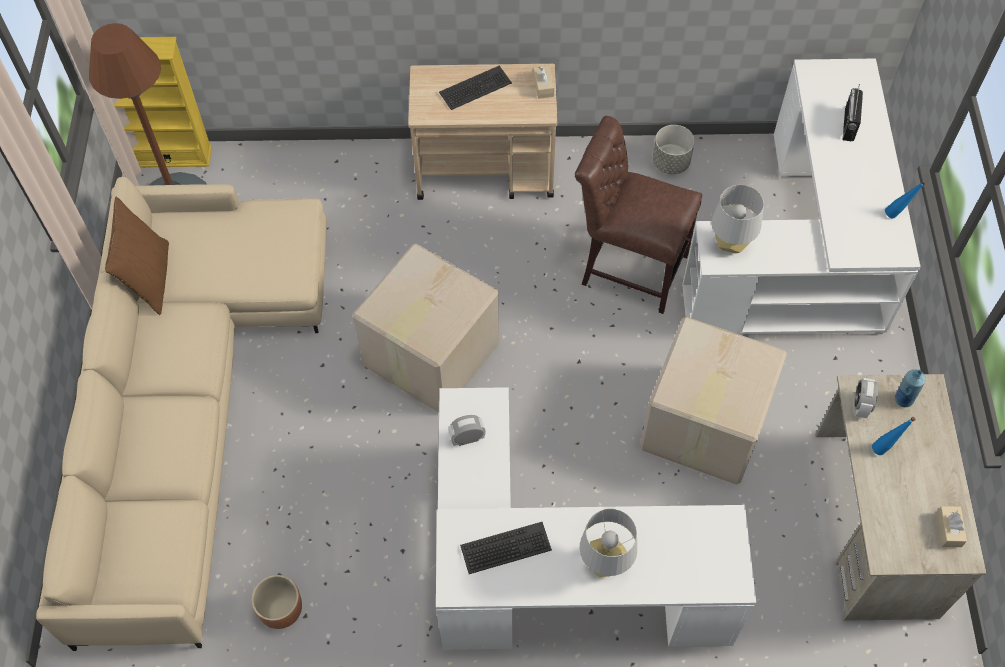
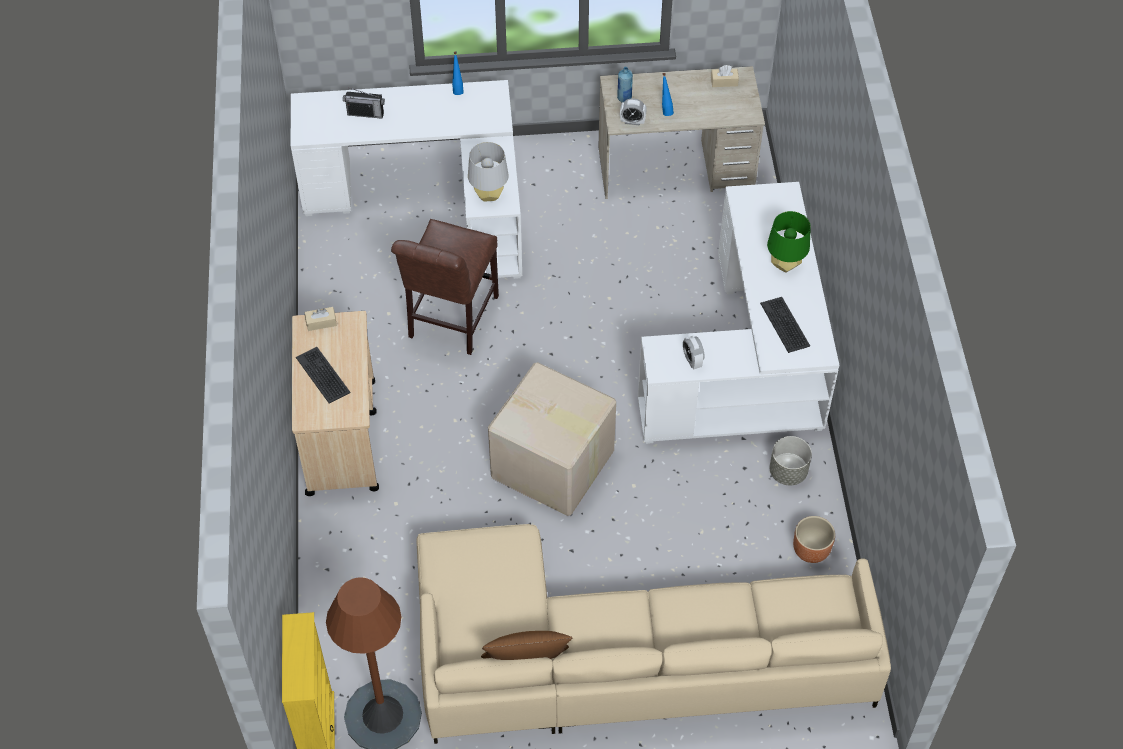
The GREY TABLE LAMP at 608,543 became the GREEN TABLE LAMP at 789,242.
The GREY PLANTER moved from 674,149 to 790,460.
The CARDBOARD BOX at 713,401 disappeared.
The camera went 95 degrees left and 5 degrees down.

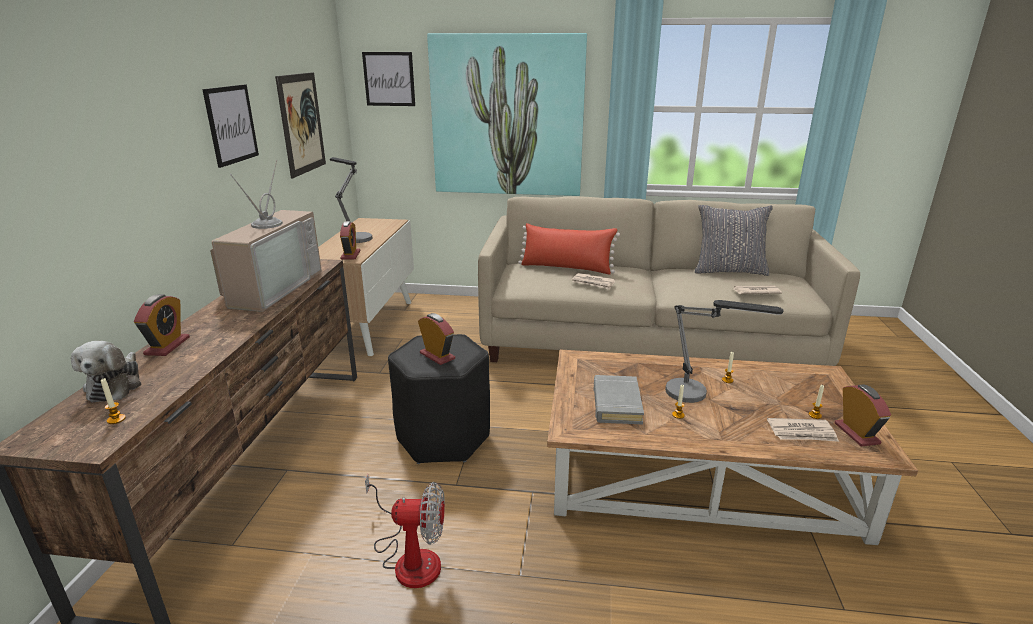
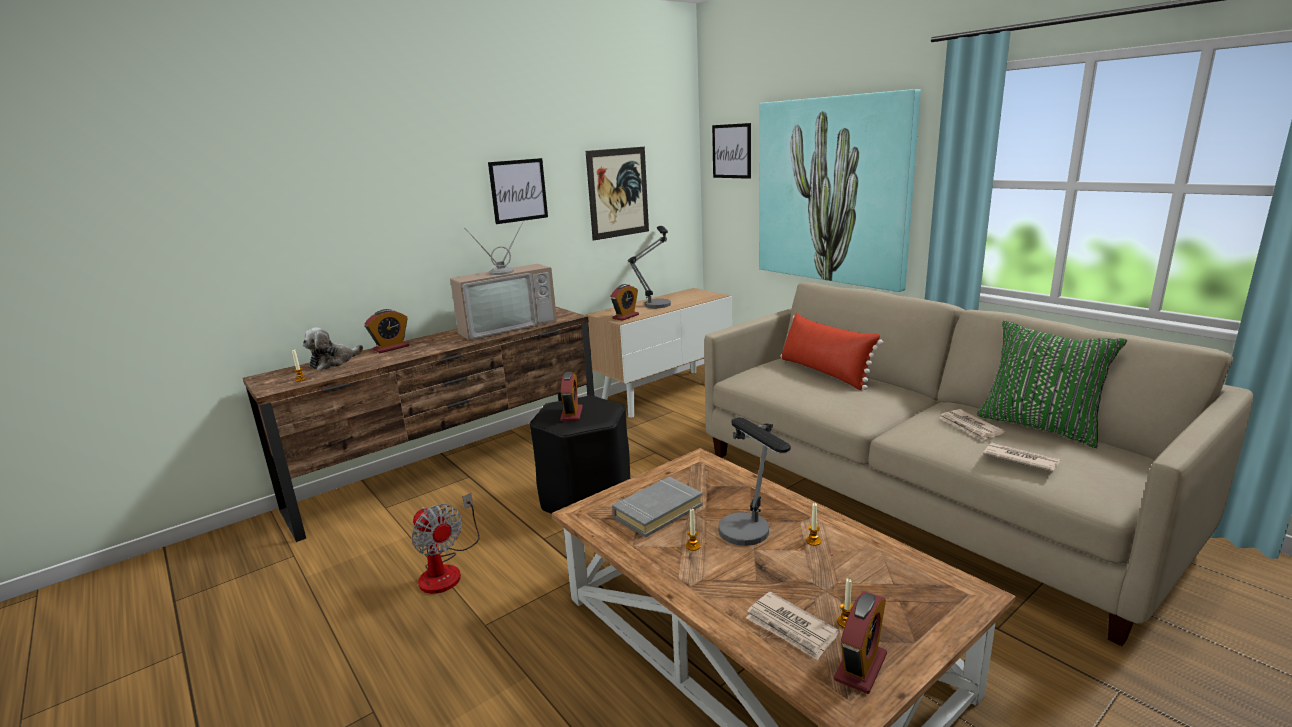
The NEWSPAPER moved from 593,281 to 972,425.
The GREY PILLOW at 734,240 became the GREEN PILLOW at 1052,384.
The camera went 45 degrees right and 5 degrees down.

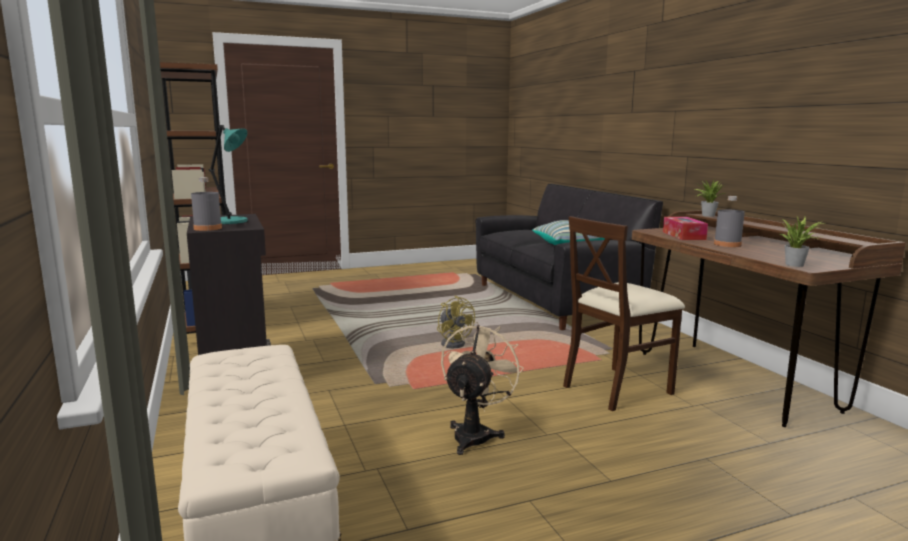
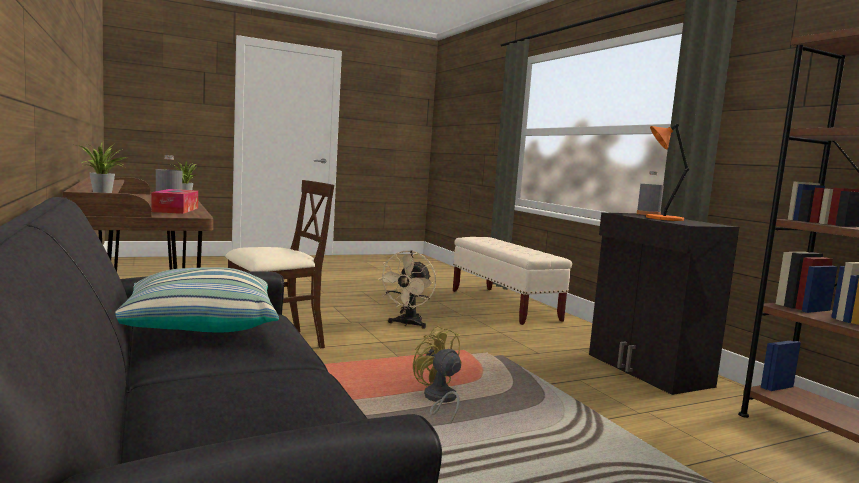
The TURQUOISE TABLE LAMP at 228,174 became the ORANGE TABLE LAMP at 667,172.
The camera went 175 degrees right and 5 degrees down.

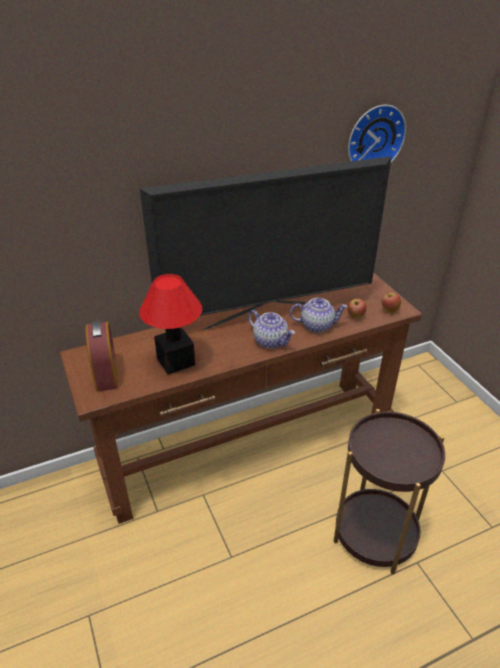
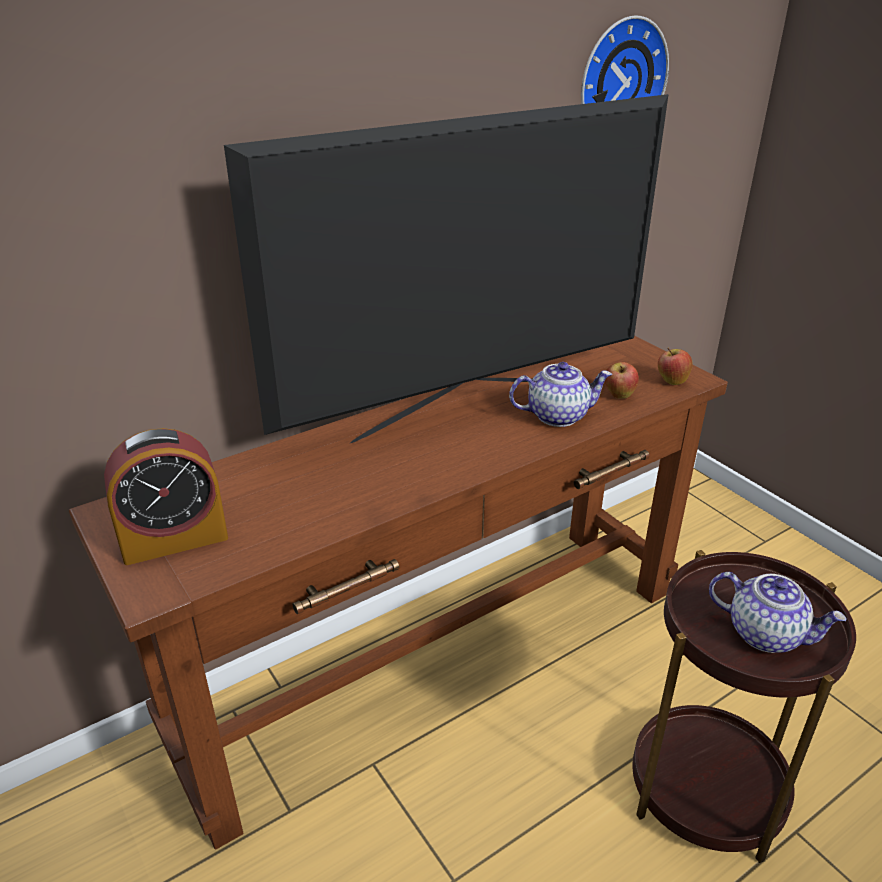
The ALARM CLOCK at 101,356 turned 90 degrees clockwise.
The TEAPOT moved from 271,329 to 778,612.
The TABLE LAMP at 170,324 disappeared.
The camera went 10 degrees left and 5 degrees down.

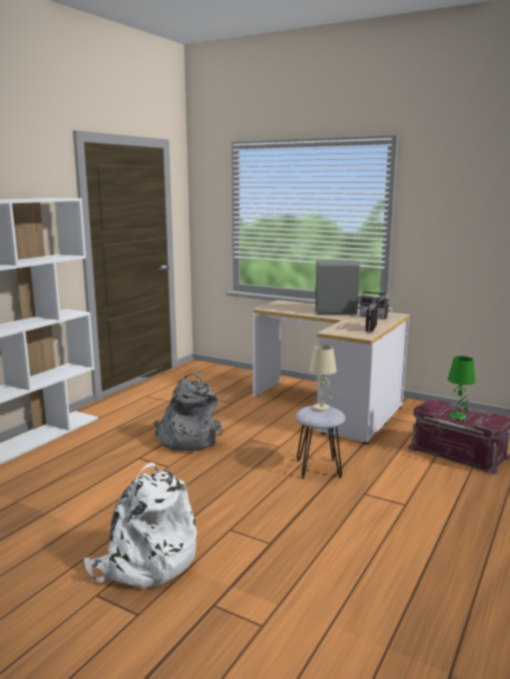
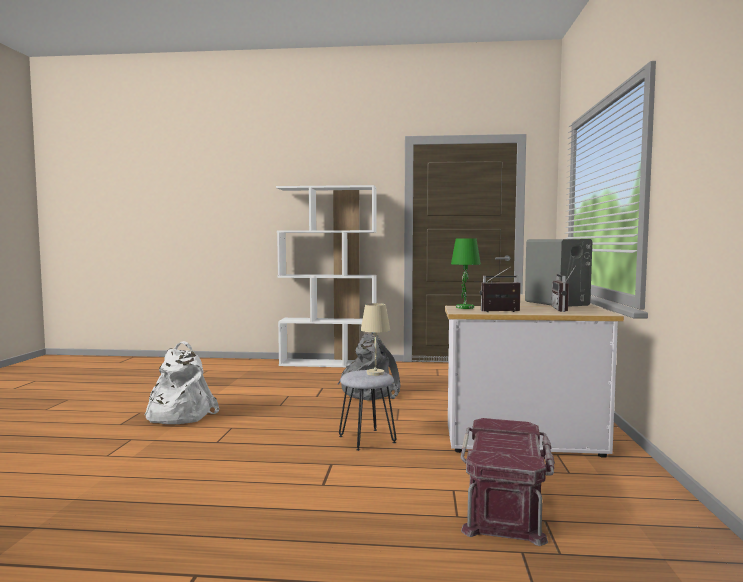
The GREEN TABLE LAMP moved from 461,388 to 466,273.
The camera went 65 degrees right and 10 degrees down.

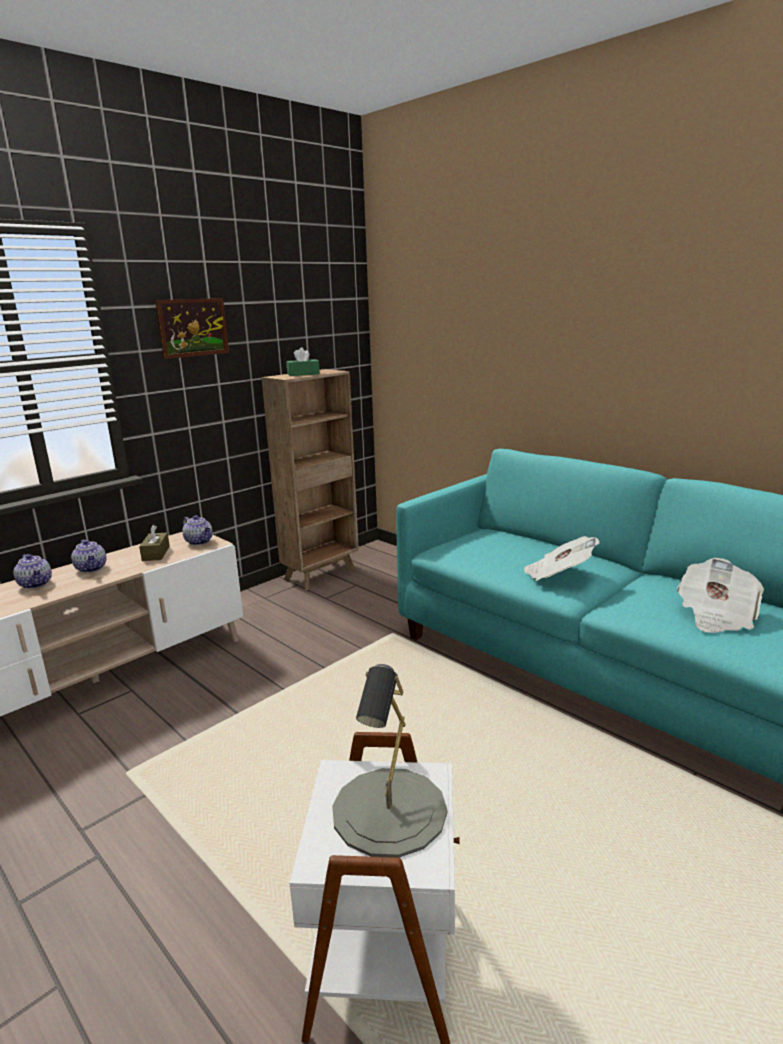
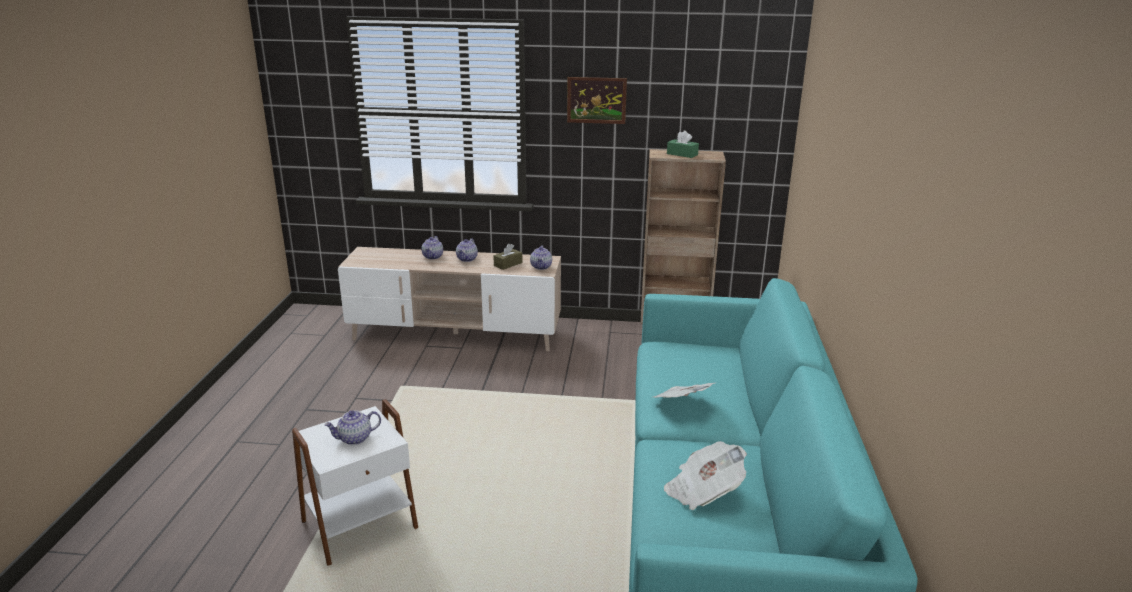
The GREY TABLE LAMP at 389,761 was replaced by the TEAPOT at 352,427.
The camera went 50 degrees right and 5 degrees up.

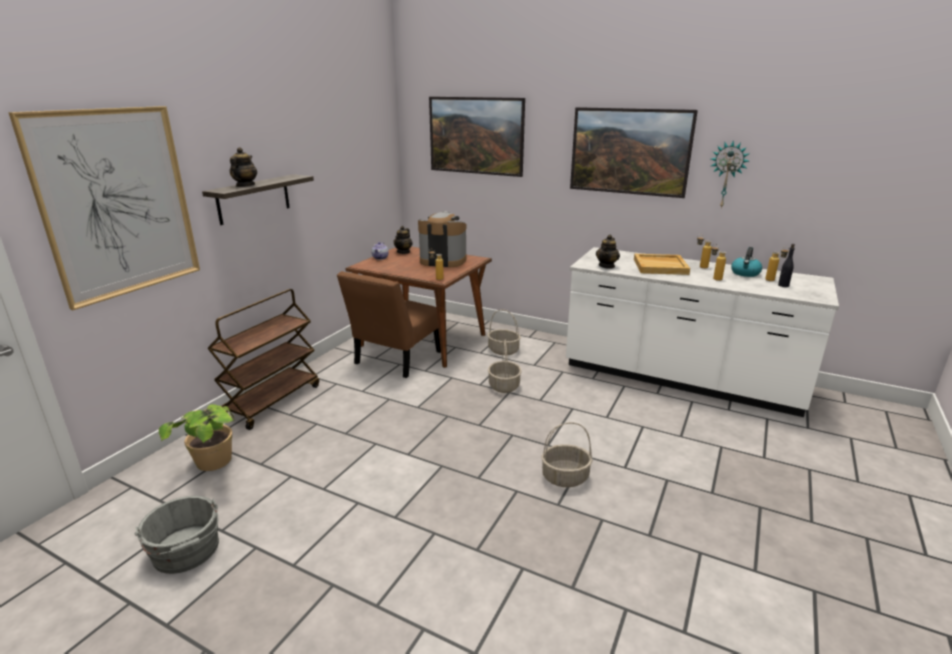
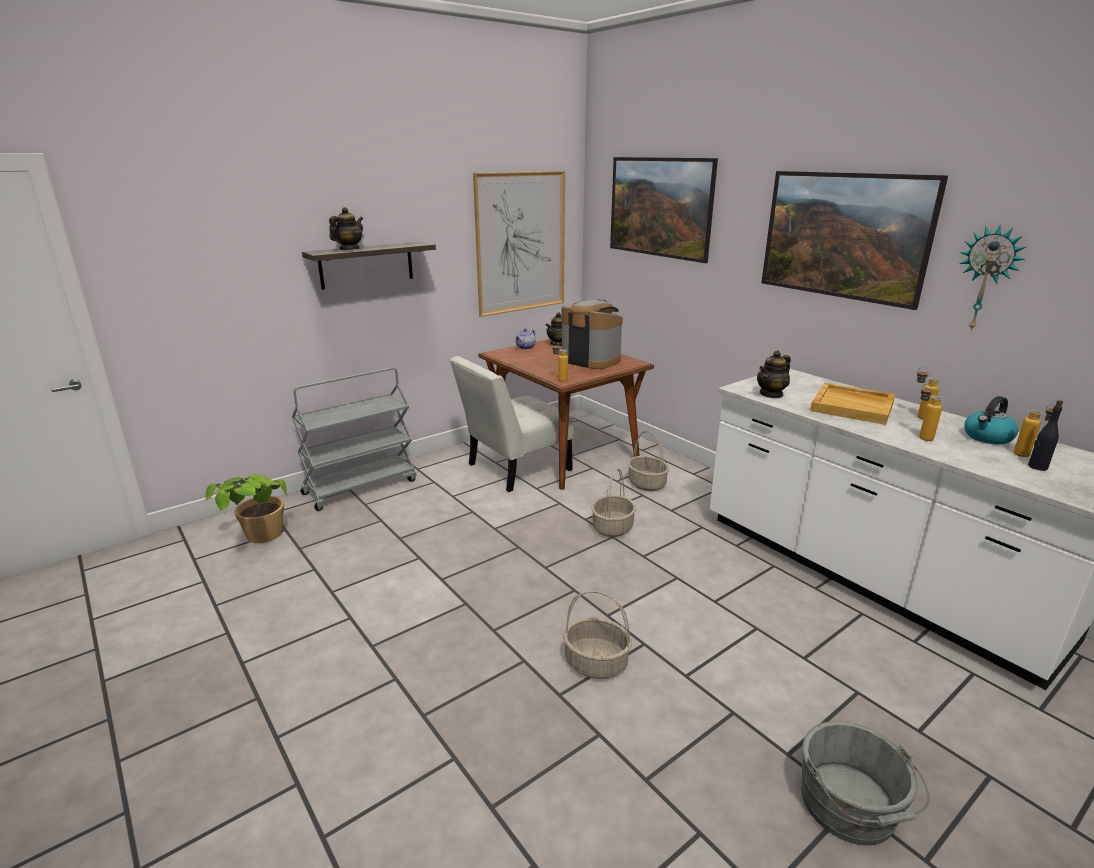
The BROWN CART at 263,359 became the GREY CART at 354,439.
The BROWN CHAIR at 389,324 became the WHITE CHAIR at 512,424.
The PICTURE moved from 104,208 to 519,244.
The GREY BUCKET moved from 177,535 to 865,783.
The camera went 25 degrees right and 0 degrees up.

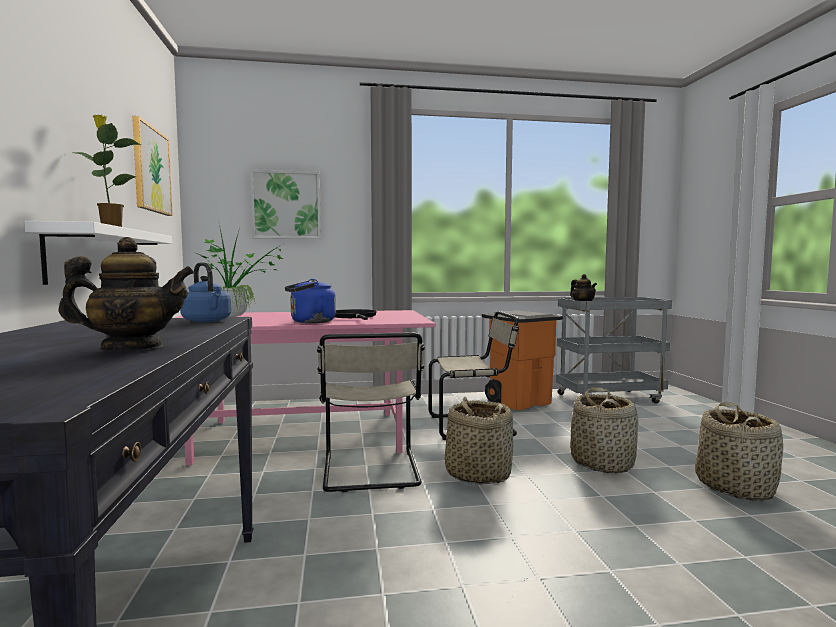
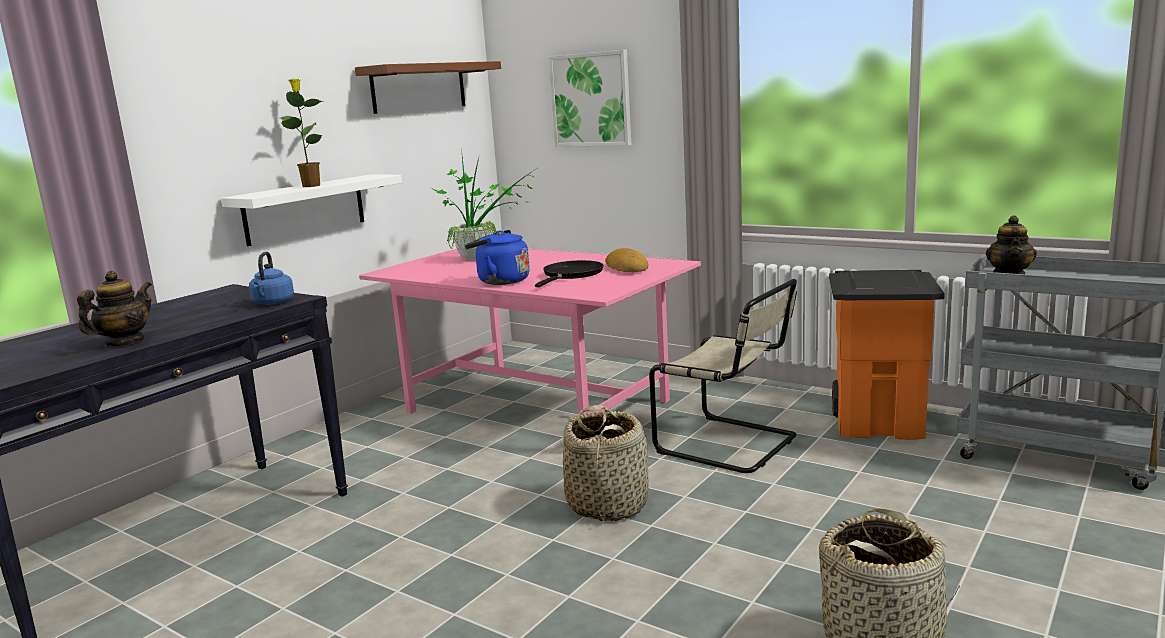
The TEAPOT at 126,293 turned 90 degrees counterclockwise.
The PICTURE at 152,166 was replaced by the BROWN SHELF at 428,87.
The BREAD at 626,260 appeared.
The BEIGE CHAIR at 371,412 disappeared.
The BASKET at 604,430 disappeared.
The camera went 45 degrees right and 10 degrees up.

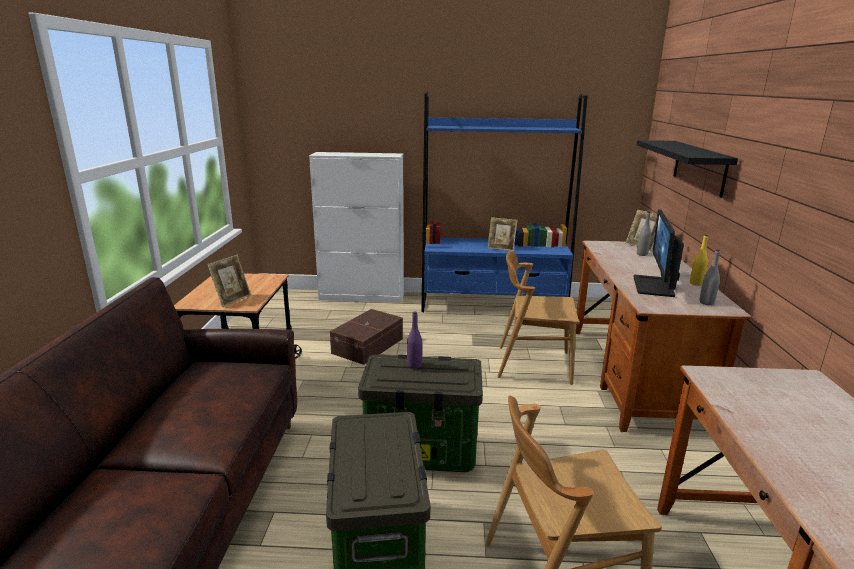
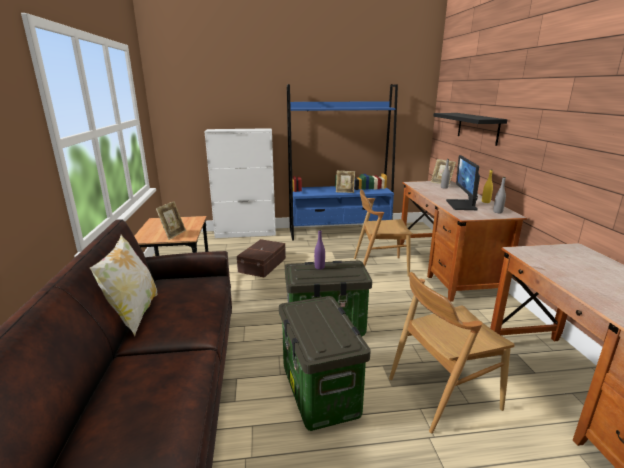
The PILLOW at 123,285 appeared.
The camera went 10 degrees left and 0 degrees up.

